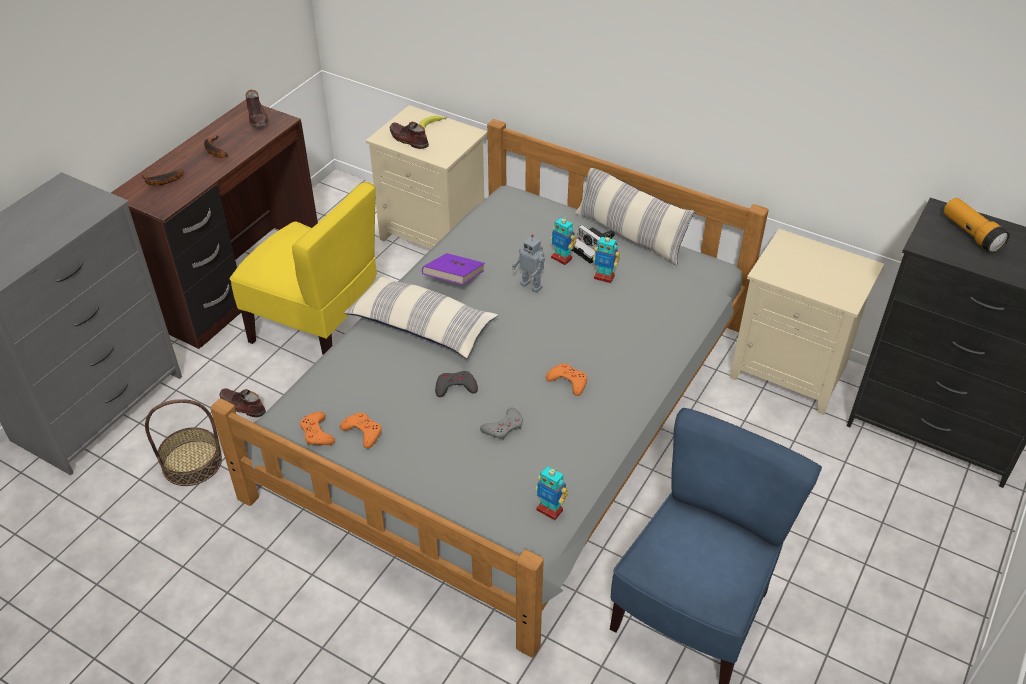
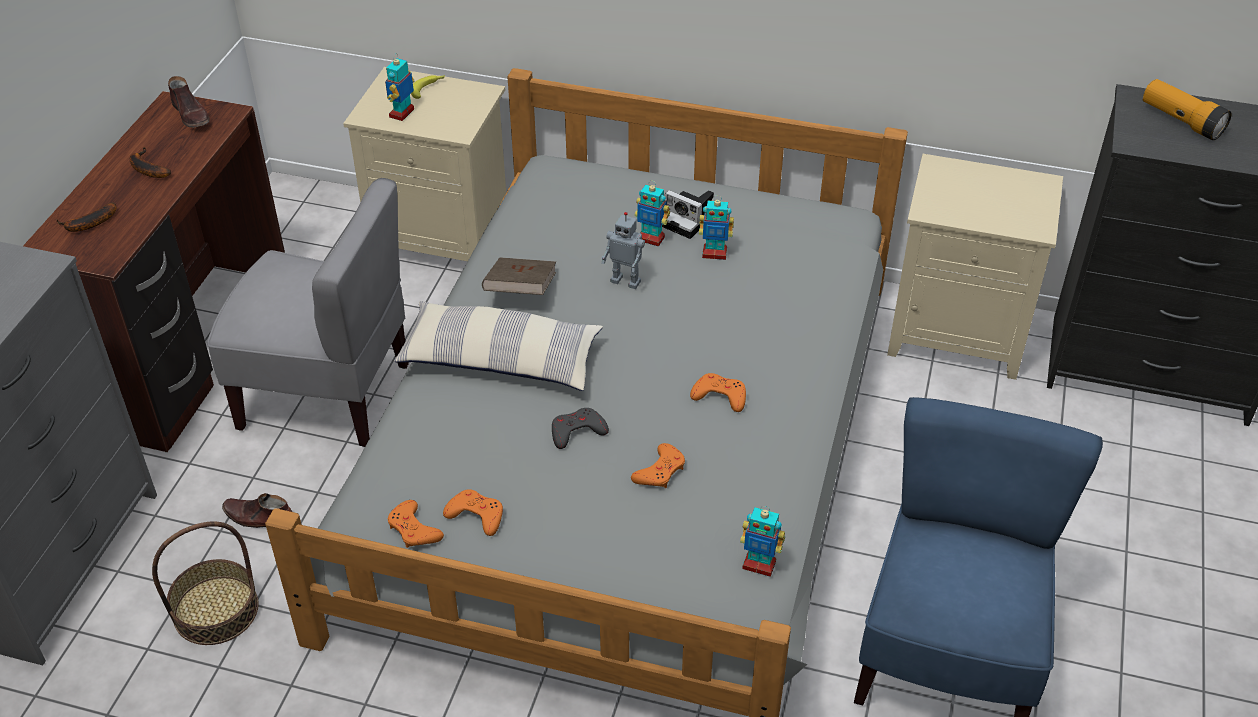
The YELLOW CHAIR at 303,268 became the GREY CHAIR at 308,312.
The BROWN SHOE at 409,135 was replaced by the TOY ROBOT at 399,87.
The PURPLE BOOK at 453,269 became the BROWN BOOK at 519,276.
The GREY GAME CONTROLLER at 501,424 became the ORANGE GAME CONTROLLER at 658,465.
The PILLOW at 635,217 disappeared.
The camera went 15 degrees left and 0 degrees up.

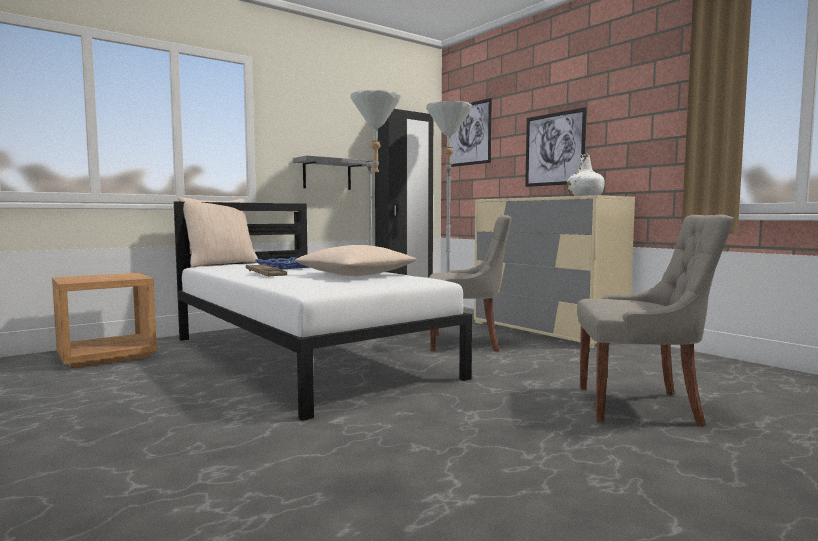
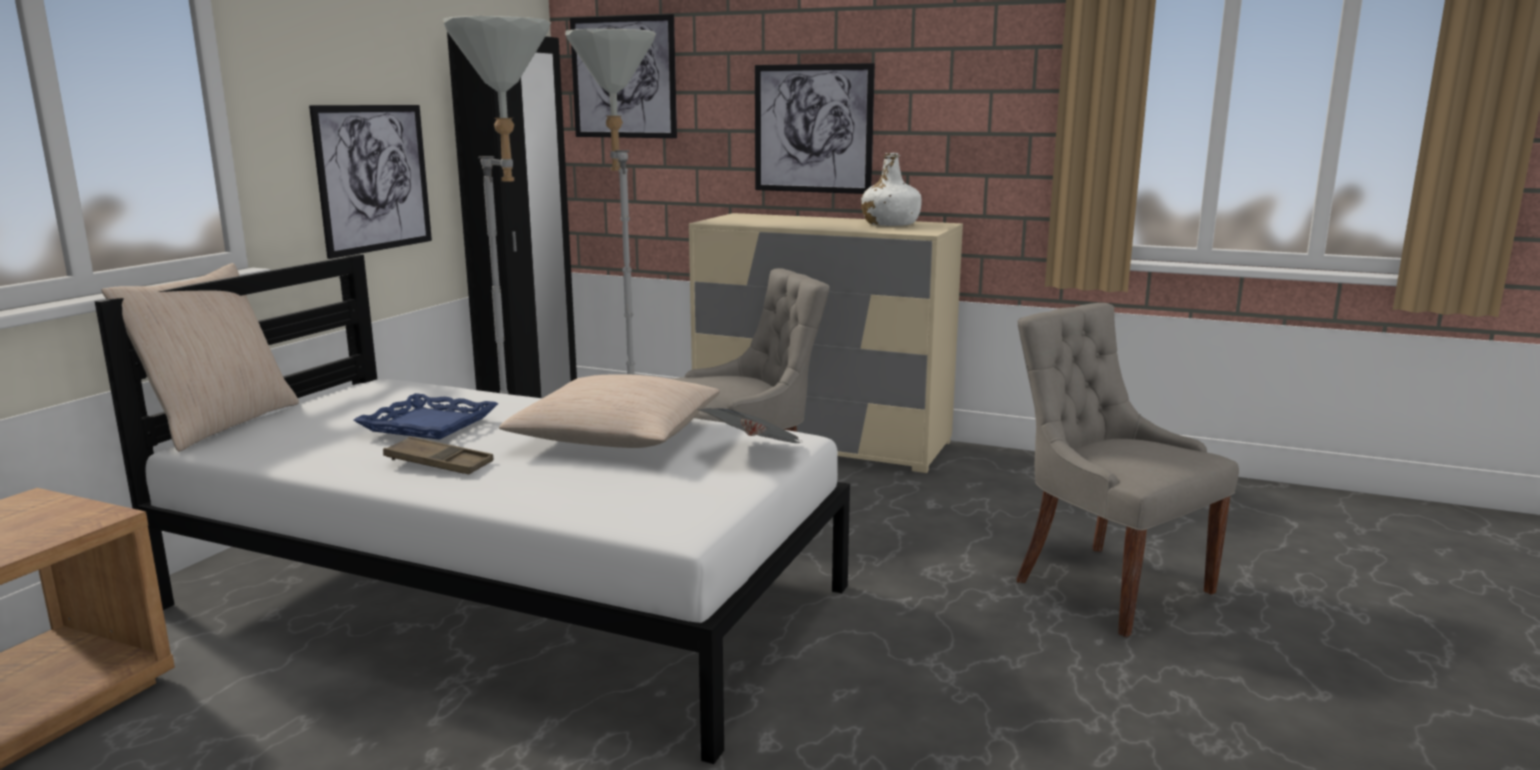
The GREY SHELF at 333,173 was replaced by the PICTURE at 370,182.
The NEWSPAPER at 750,425 appeared.
The GREY CHAIR at 655,320 turned 105 degrees counterclockwise.
The camera went 30 degrees left and 10 degrees up.

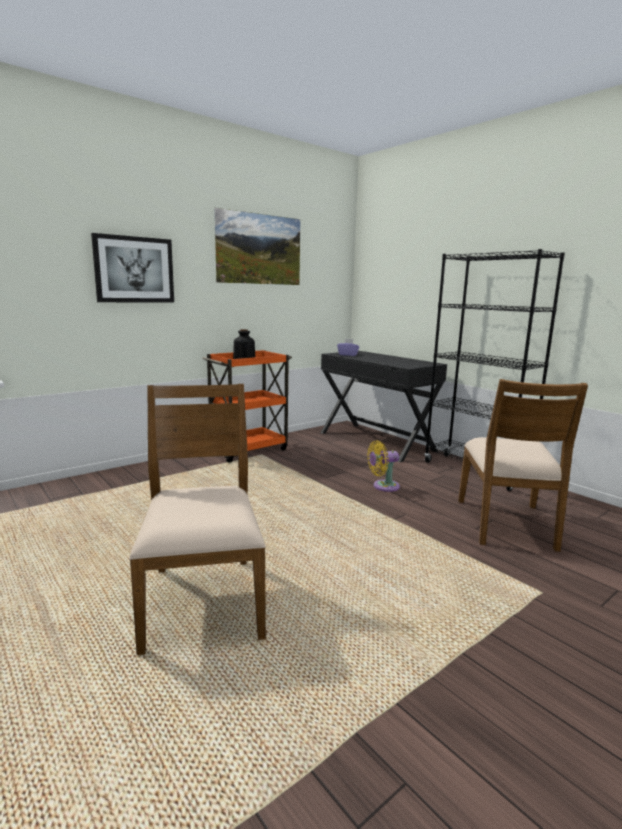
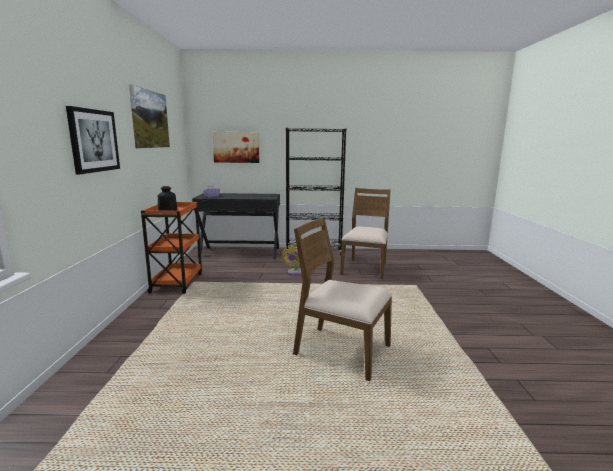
The PICTURE at 235,147 appeared.
The BROWN CHAIR at 523,465 turned 120 degrees counterclockwise.
The camera went 50 degrees left and 0 degrees up.

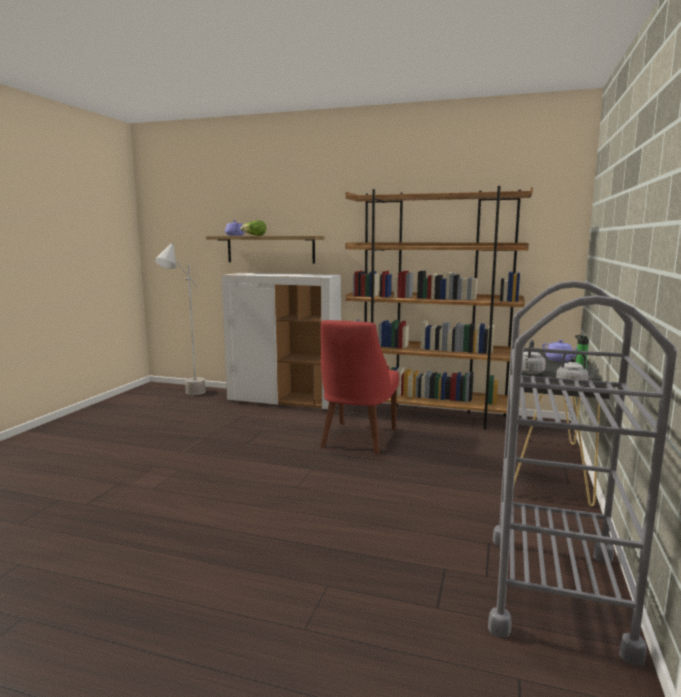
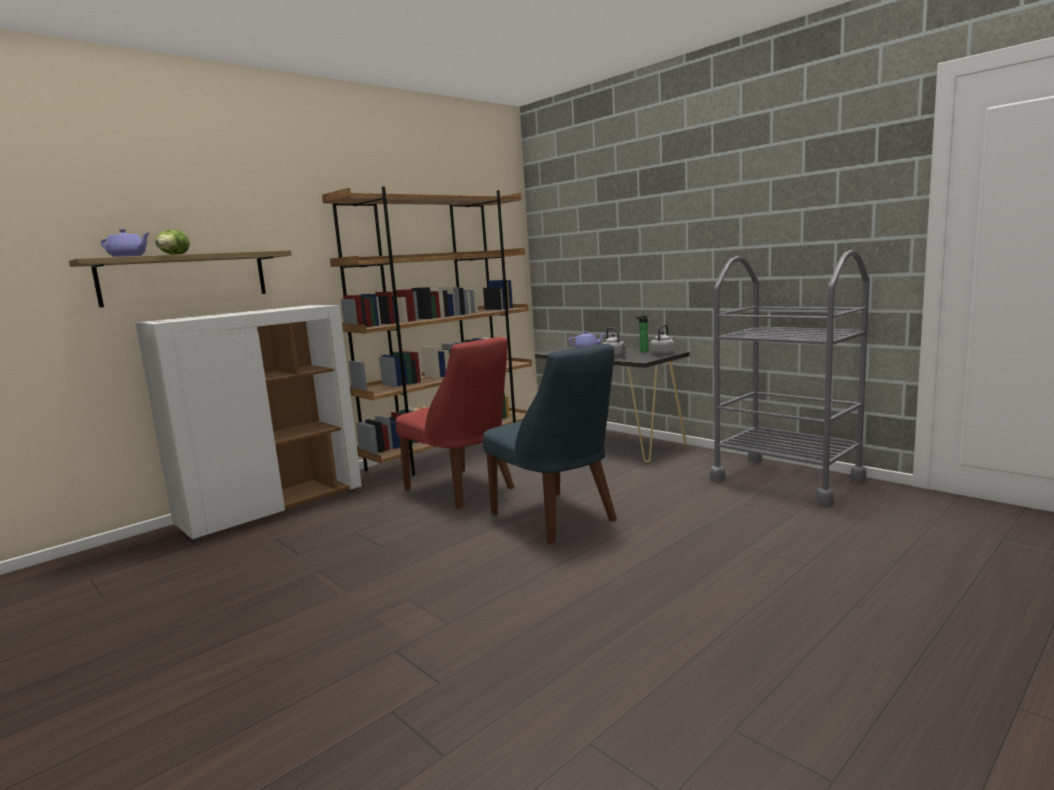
The BLUE CHAIR at 550,444 appeared.
The GREY FLOOR LAMP at 180,318 disappeared.
The camera went 60 degrees left and 0 degrees up.

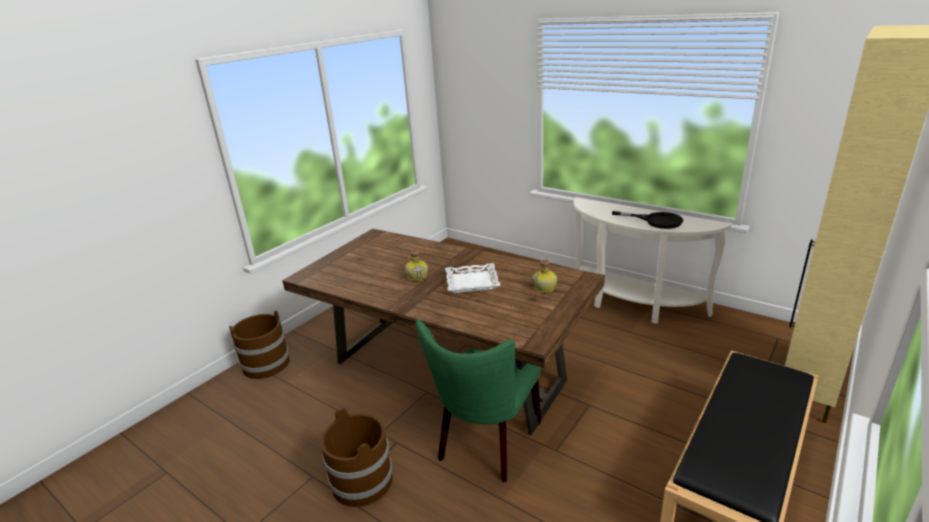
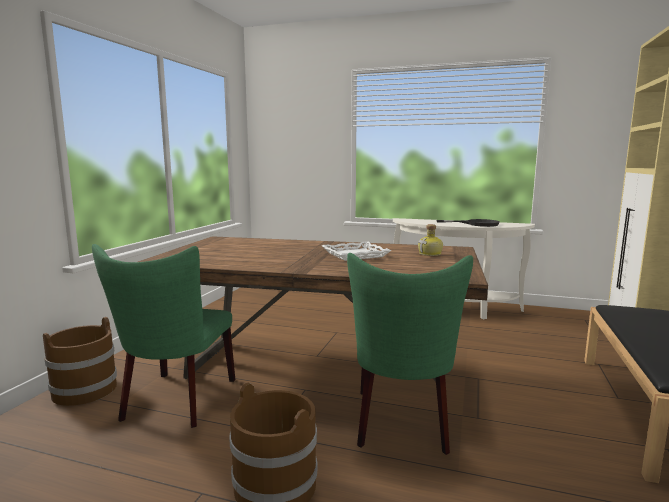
The GREEN CHAIR at 163,336 appeared.
The BOTTLE at 416,265 disappeared.
The camera went 20 degrees left and 15 degrees down.

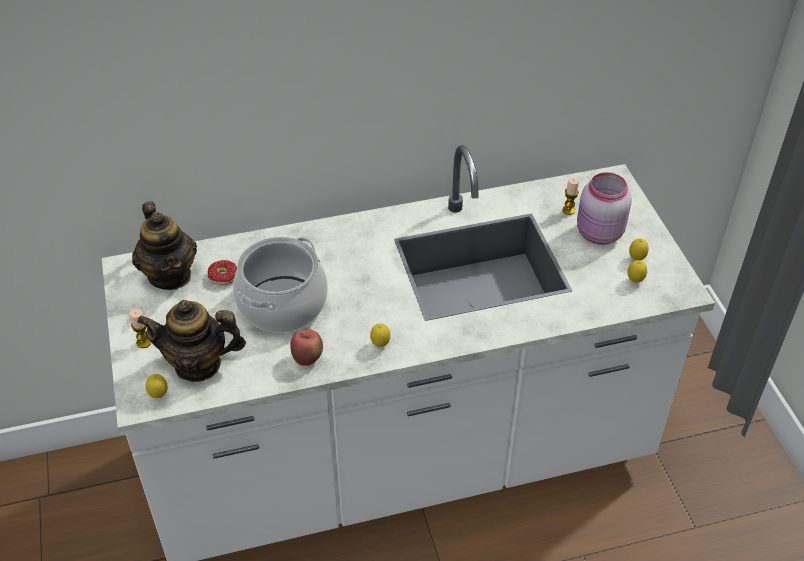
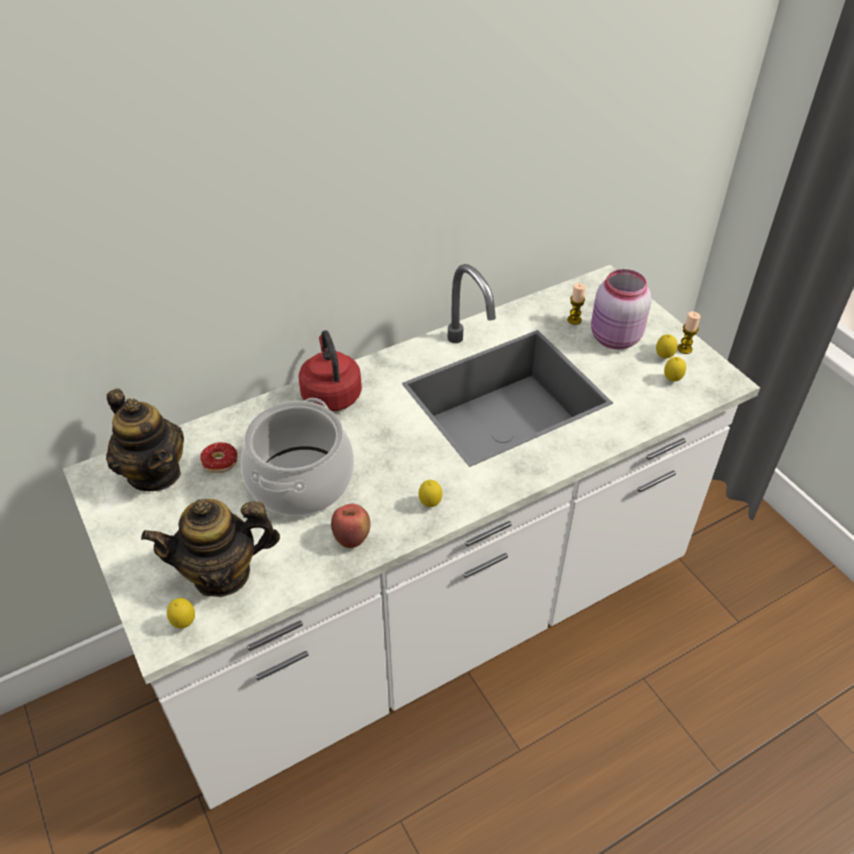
The RED KETTLE at 330,370 appeared.
The CANDLE moved from 140,328 to 688,333.
The camera went 15 degrees left and 0 degrees up.

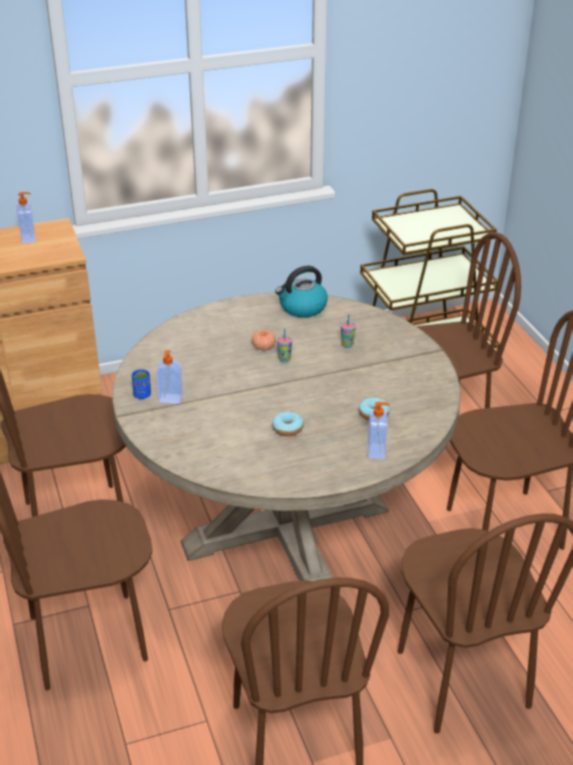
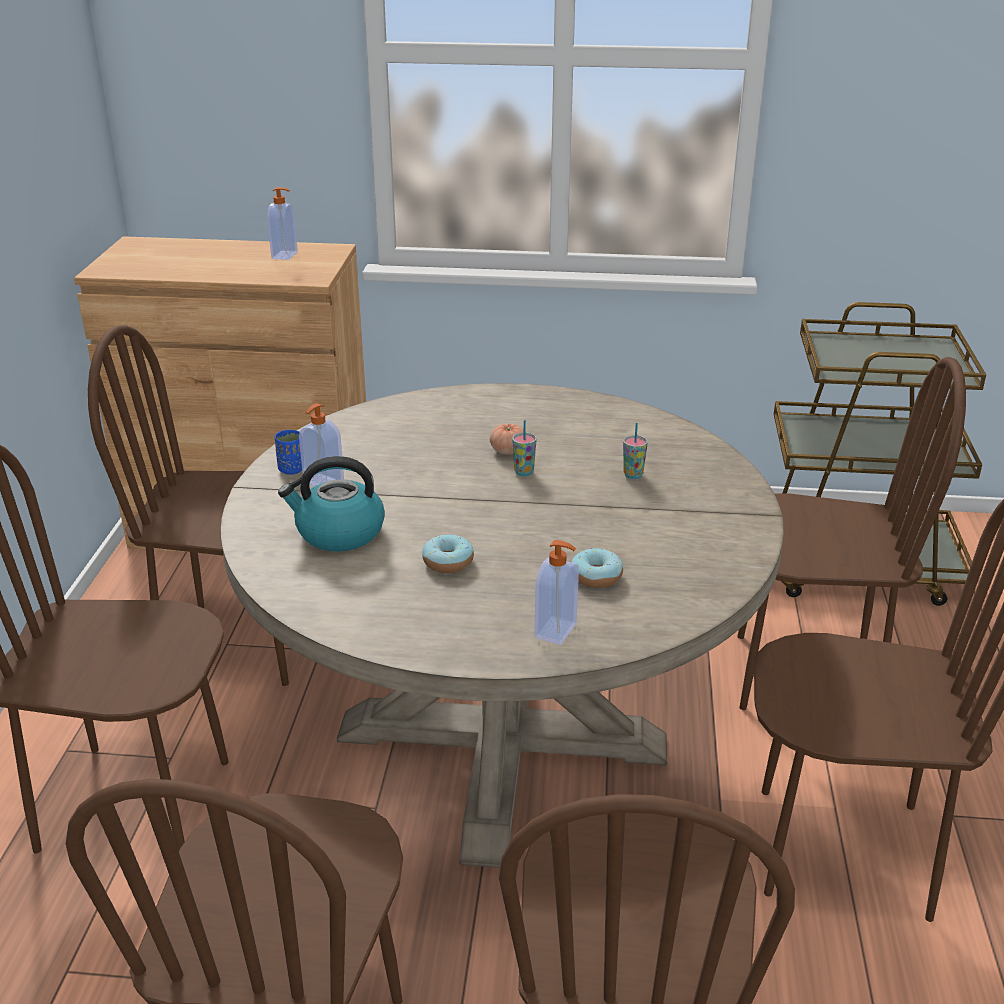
The KETTLE moved from 301,292 to 331,503.
The camera went 25 degrees right and 5 degrees down.

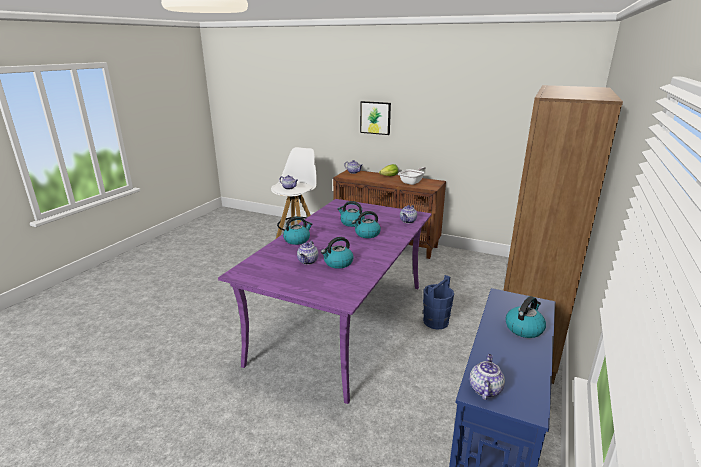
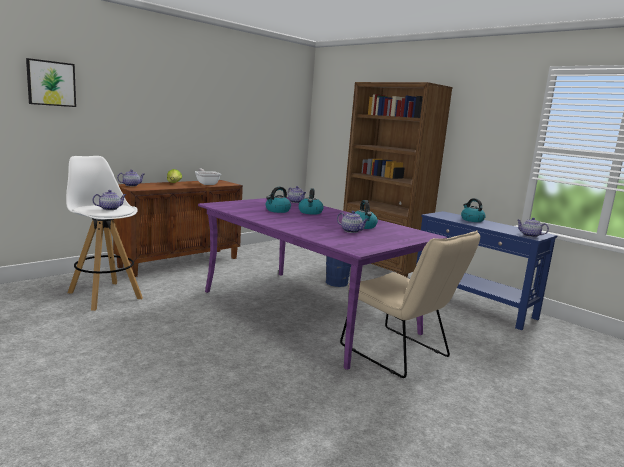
The PICTURE moved from 375,118 to 51,82.
The BEIGE CHAIR at 410,304 appeared.
The KETTLE at 297,230 disappeared.
The camera went 70 degrees left and 10 degrees down.

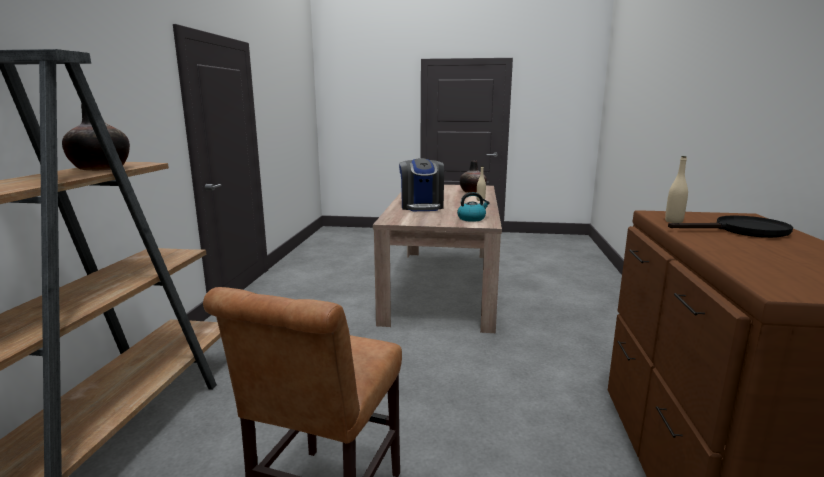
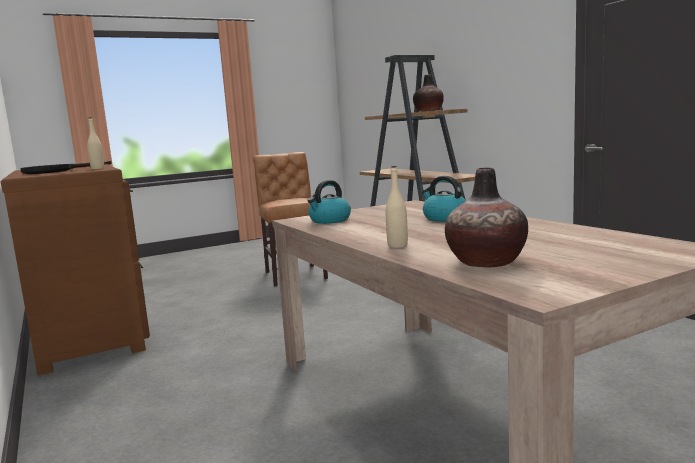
The COFFEE MACHINE at 421,184 was replaced by the KETTLE at 444,199.
The camera went 145 degrees right and 5 degrees down.

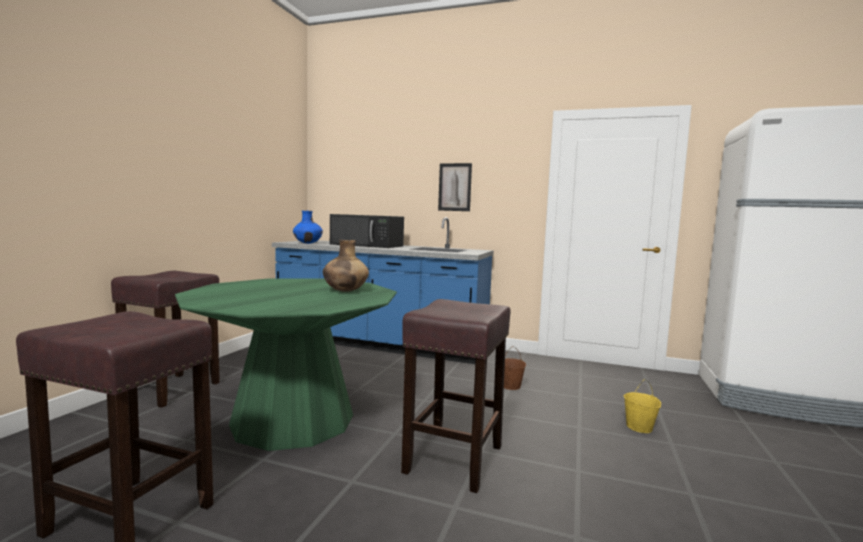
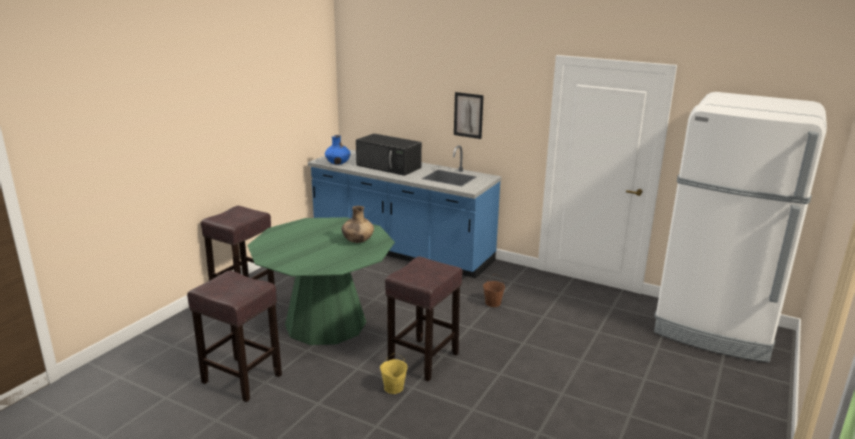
The YELLOW BUCKET moved from 642,406 to 394,373.
The camera went 10 degrees right and 15 degrees up.

